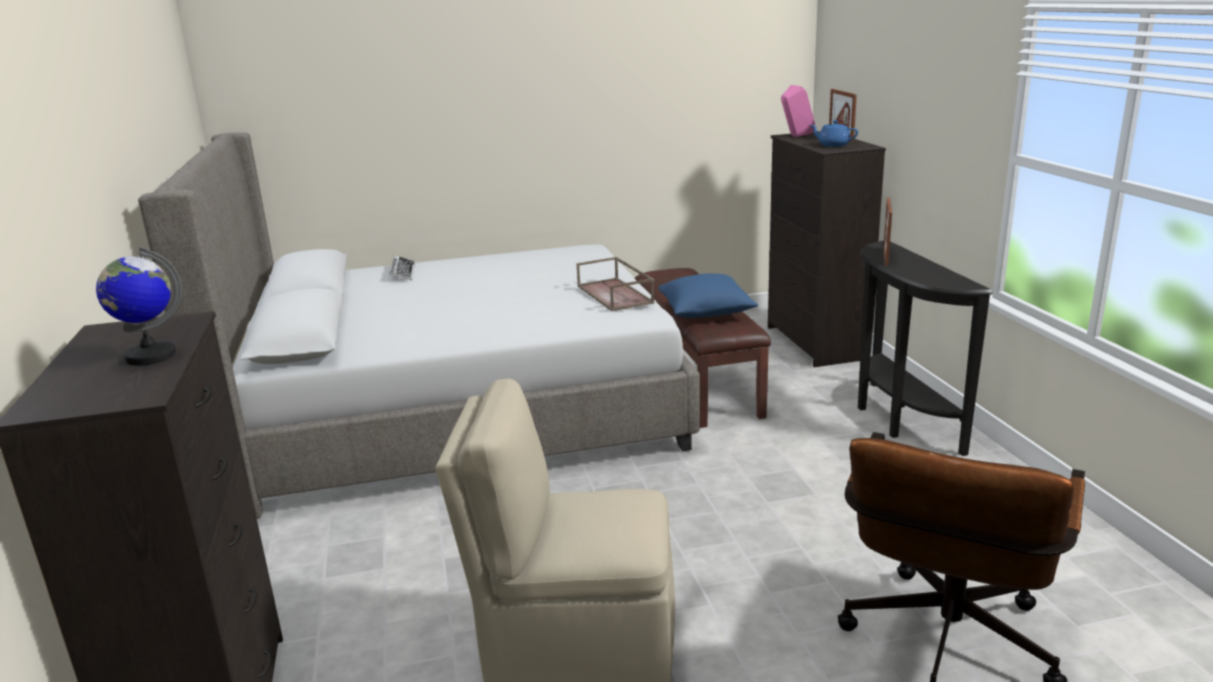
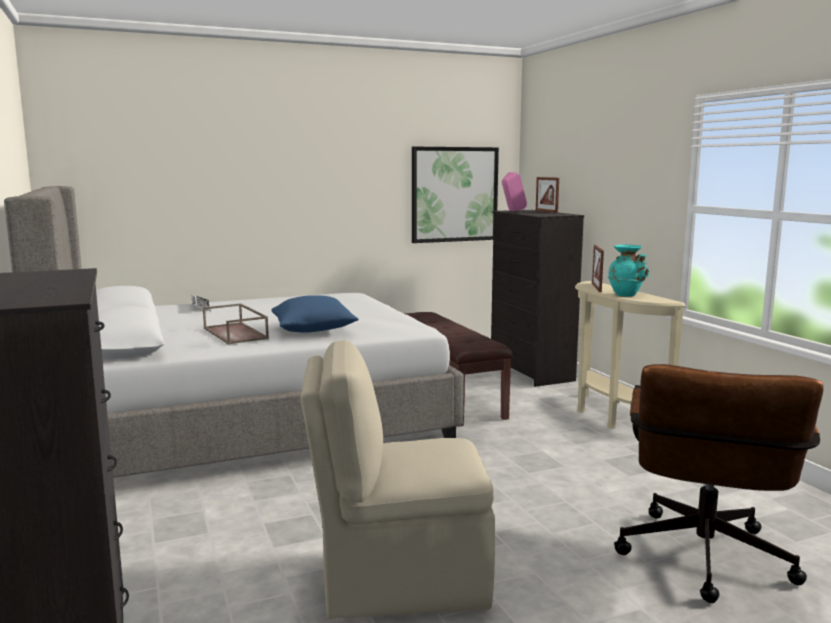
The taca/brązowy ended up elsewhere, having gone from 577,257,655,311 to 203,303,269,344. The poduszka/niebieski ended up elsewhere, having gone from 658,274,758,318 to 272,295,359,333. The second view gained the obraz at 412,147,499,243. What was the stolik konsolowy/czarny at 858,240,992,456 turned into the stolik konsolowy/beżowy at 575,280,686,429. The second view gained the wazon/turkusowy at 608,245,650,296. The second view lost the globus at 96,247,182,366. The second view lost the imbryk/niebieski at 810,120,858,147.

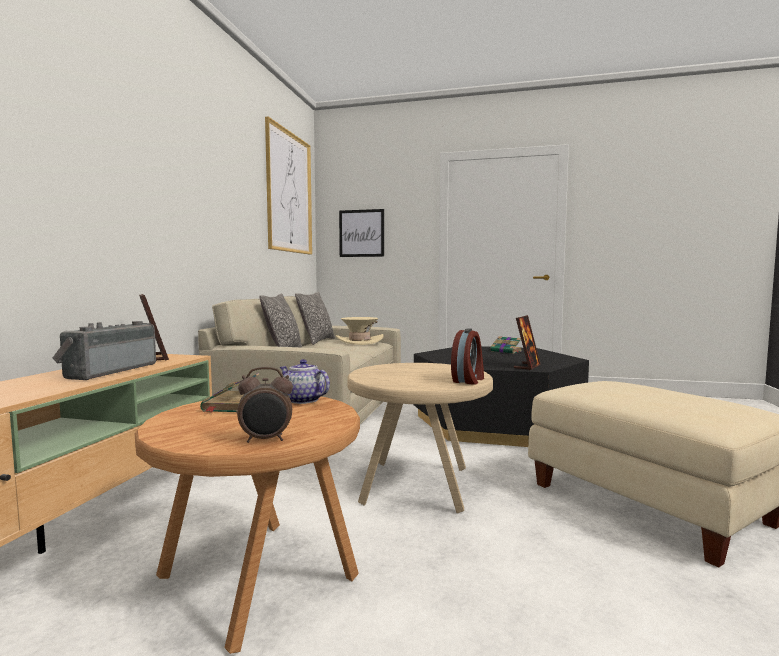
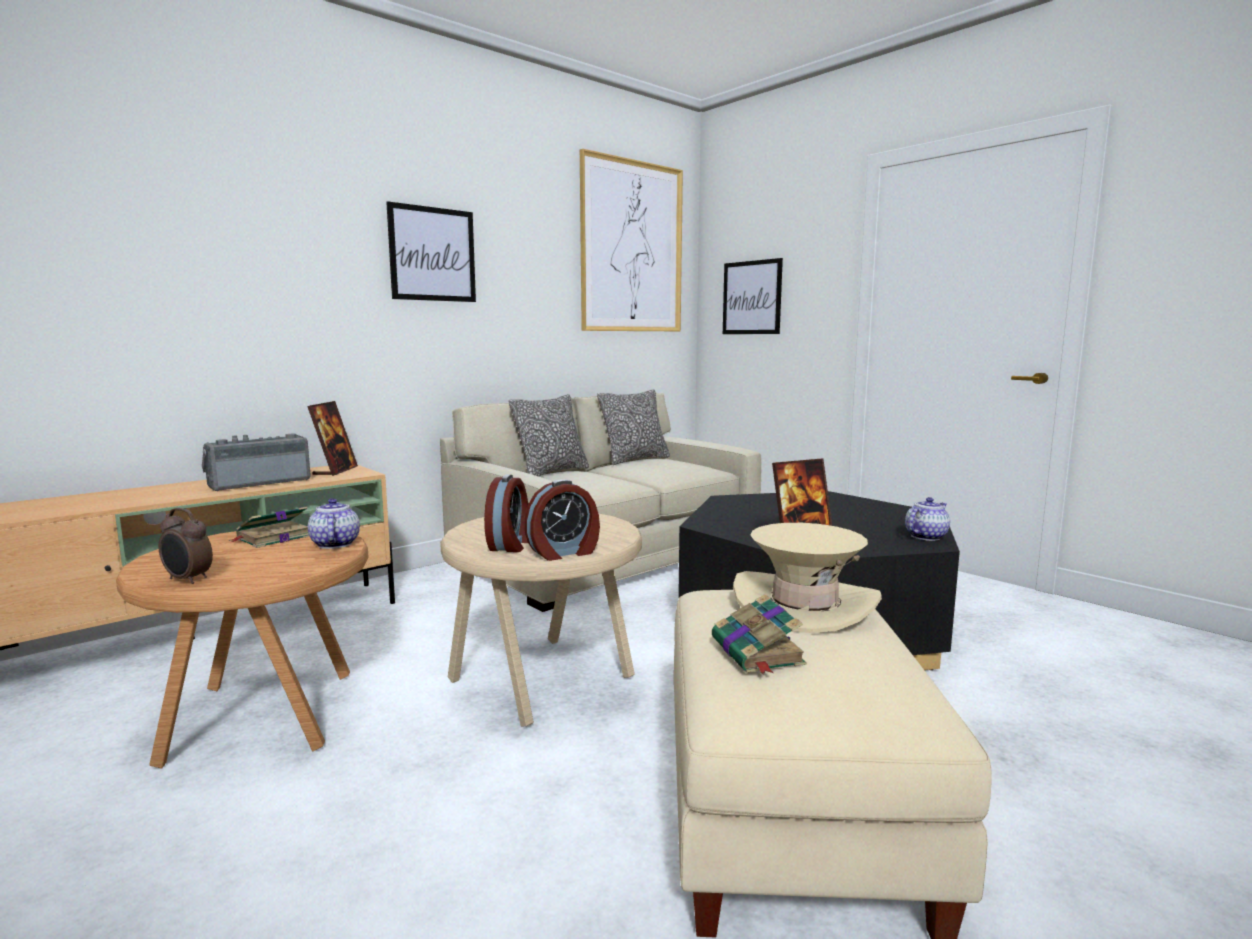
The second view gained the obraz at 386,201,476,302. The second view gained the budzik at 484,474,528,552. The książka ended up elsewhere, having gone from 490,336,522,354 to 712,594,806,674. The kapelusz/beżowy ended up elsewhere, having gone from 336,317,383,345 to 733,523,882,633. The second view gained the imbryk at 905,497,950,541.

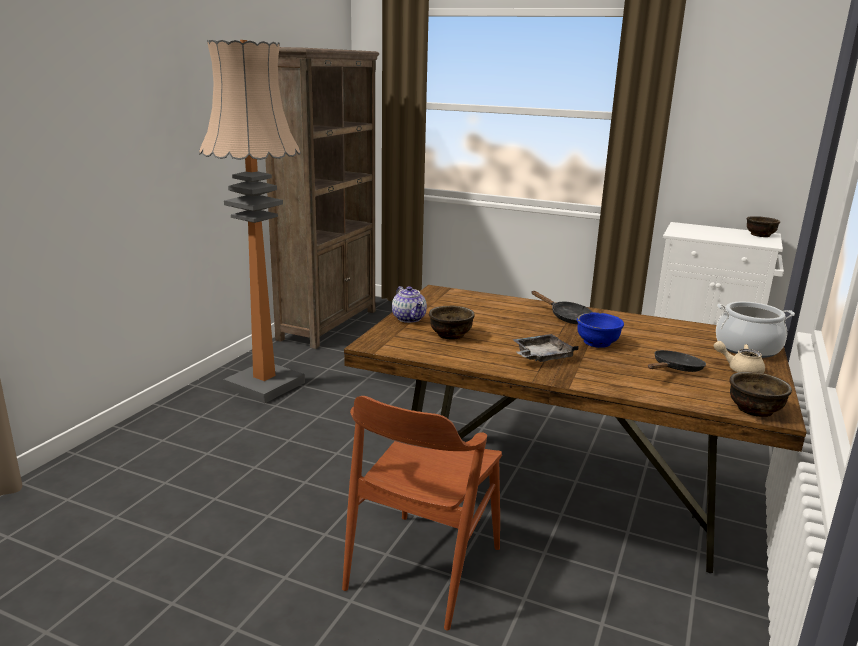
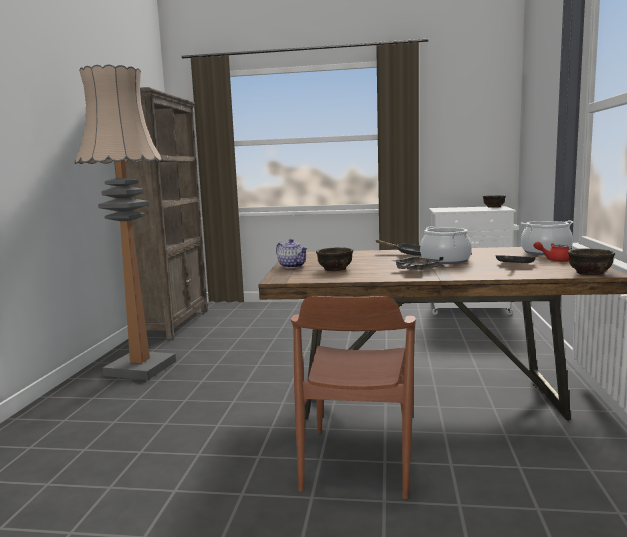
Where the miska/niebieski stood at 577,312,624,348, the garnek came to stand at 420,226,472,264. What was the imbryk/beżowy at 714,341,765,373 turned into the imbryk/czerwony at 533,241,570,262.

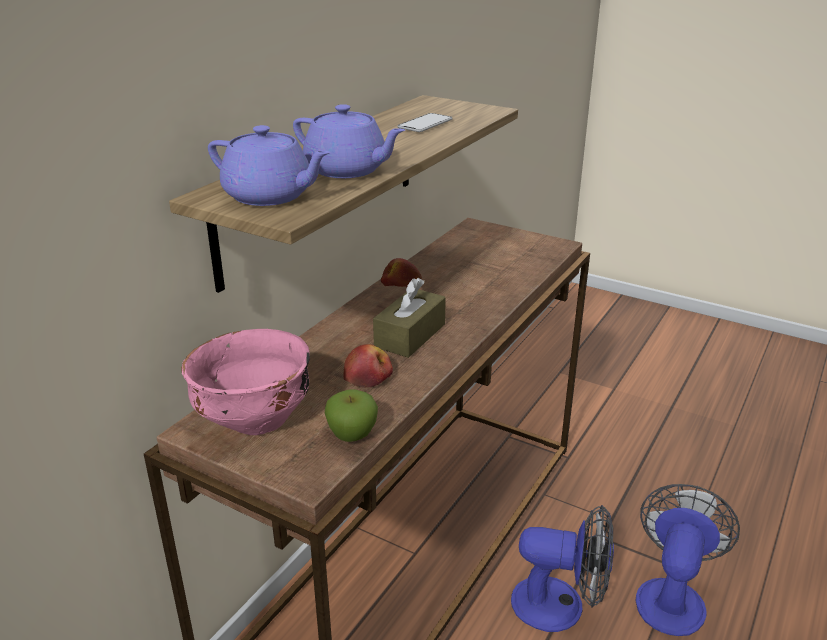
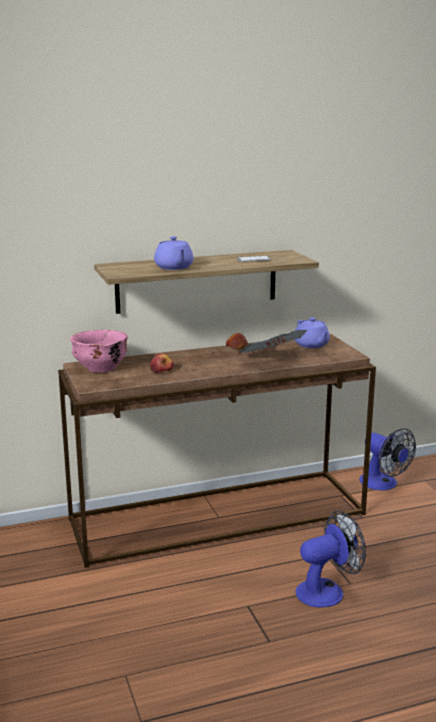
The second view gained the gazeta at 239,330,307,353. The imbryk/fioletowy ended up elsewhere, having gone from 208,125,331,206 to 295,317,330,348. The wentylator ended up elsewhere, having gone from 511,505,614,632 to 359,428,416,491. The second view lost the jabłko at 325,389,378,442. The second view lost the pudełko chusteczek/brązowy at 373,278,446,358.

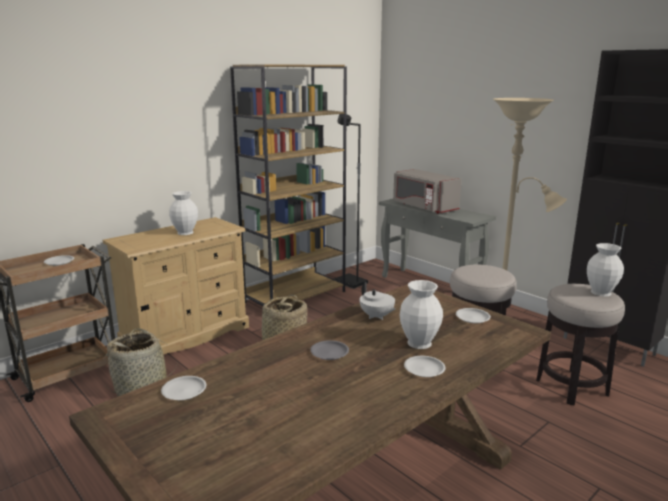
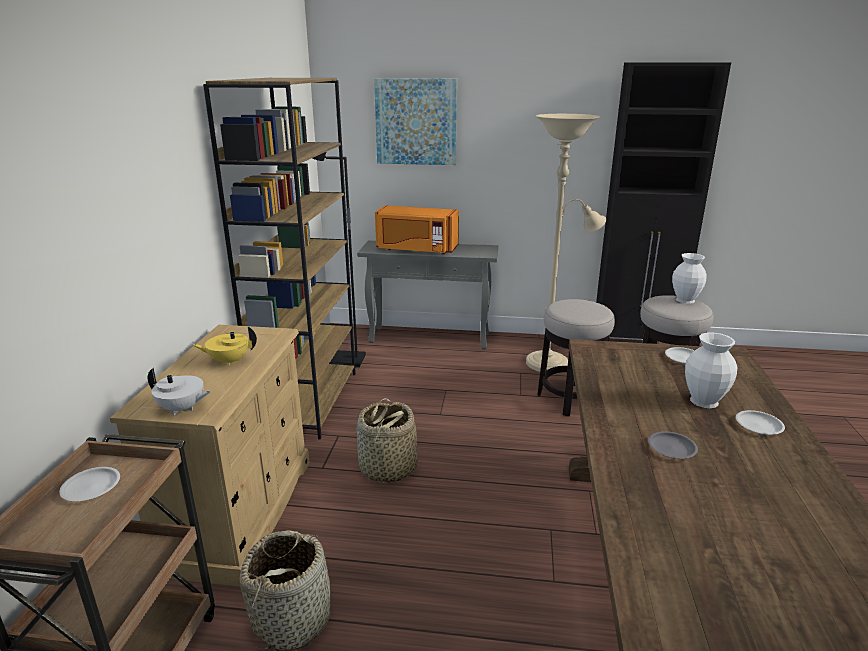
The imbryk/biały ended up elsewhere, having gone from 359,282,396,320 to 148,368,211,415. Where the wazon/biały stood at 169,191,198,235, the imbryk/żółty came to stand at 193,327,257,366. The second view gained the obraz at 374,78,457,165. What was the mikrofalówka/szary at 393,169,462,214 turned into the mikrofalówka/pomarańczowy at 375,205,459,254. The second view lost the talerz/biały at 161,376,206,400.

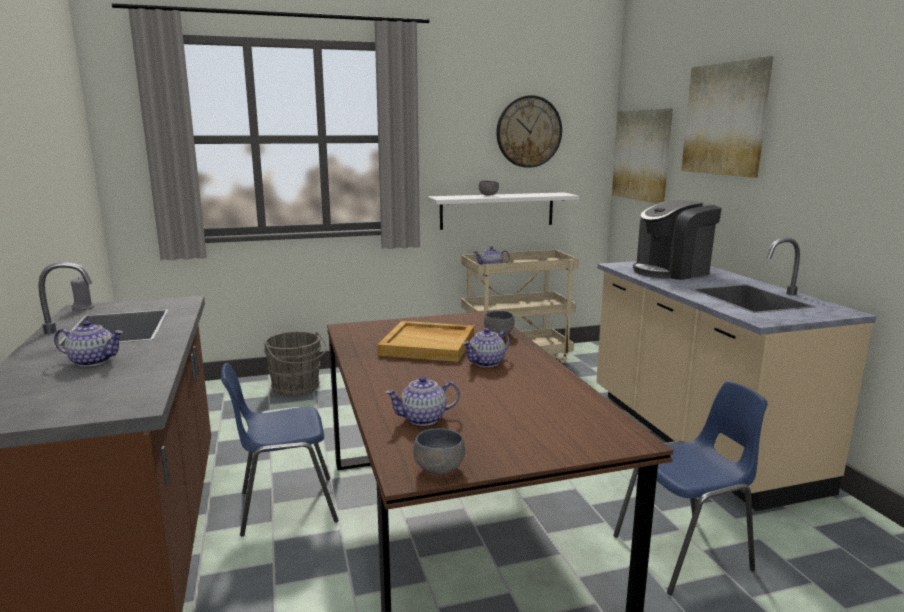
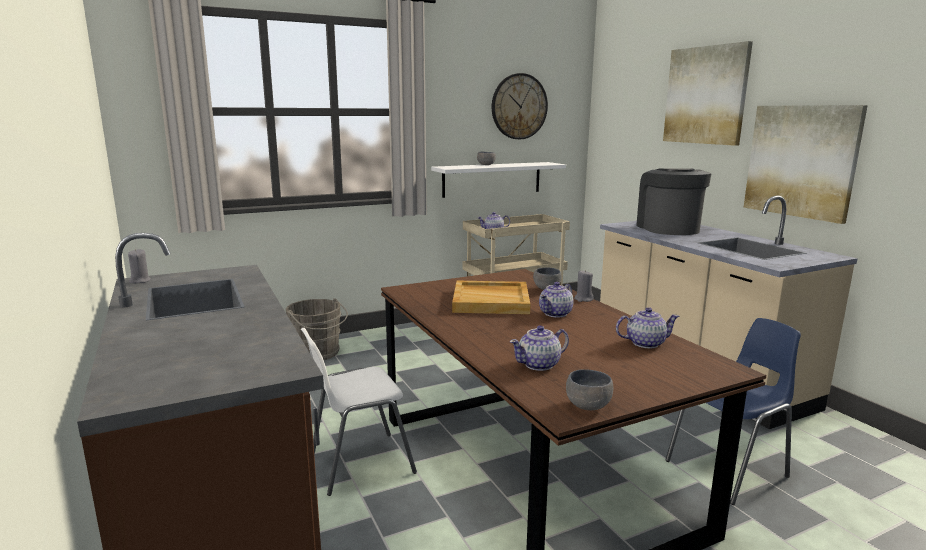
What was the krzesło/niebieski at 221,363,339,537 turned into the krzesło/biały at 301,328,417,496. The second view gained the świeca/szary at 574,270,594,302. The imbryk ended up elsewhere, having gone from 54,321,123,367 to 616,307,679,348. The ekspres do kawy at 633,200,722,280 ended up facing another way, 120 degrees clockwise from before. The obraz ended up elsewhere, having gone from 612,108,673,203 to 744,105,868,224.

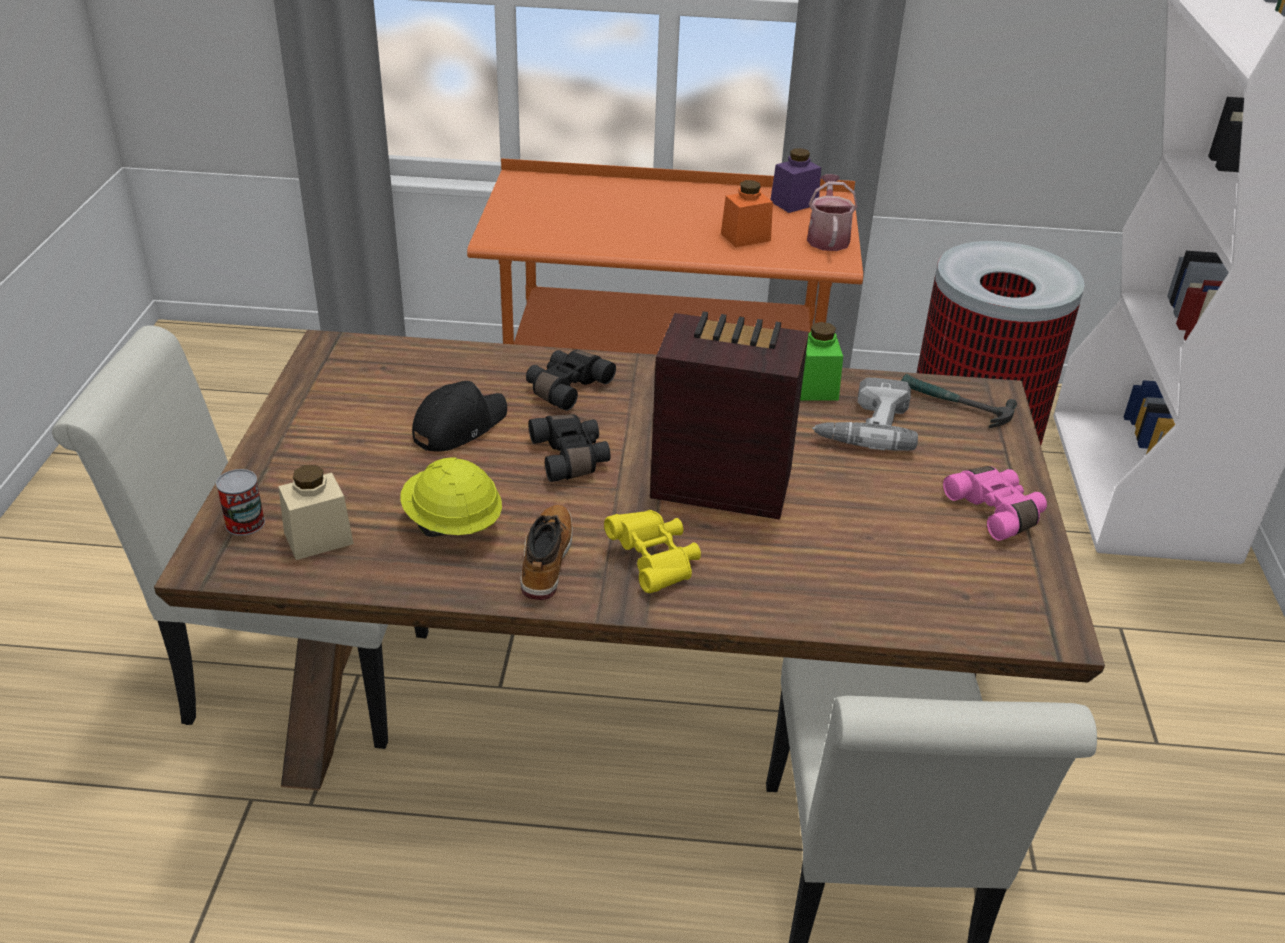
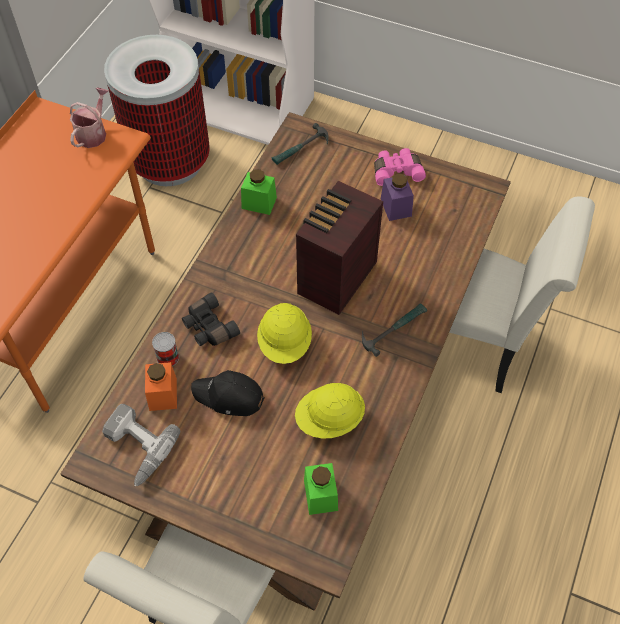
The konewka at 807,174,858,251 ended up facing another way, 90 degrees clockwise from before. The wiertarka ended up elsewhere, having gone from 812,378,918,451 to 102,404,180,487. The słoik/pomarańczowy ended up elsewhere, having gone from 721,180,773,247 to 145,362,177,411. The puszka ended up elsewhere, having gone from 216,469,265,536 to 152,332,179,366. The czapka z daszkiem/czarny at 412,381,507,451 ended up facing another way, 45 degrees counterclockwise from before. Where the lornetka/czarny stood at 529,414,611,482, the kask/żółty came to stand at 257,303,312,364. What was the słoik/beżowy at 278,465,354,560 turned into the słoik/zielony at 304,463,338,515. Where the lornetka/żółty stood at 604,510,701,593, the młotek came to stand at 362,303,427,357. The słoik/fioletowy ended up elsewhere, having gone from 770,148,821,213 to 381,174,414,221. The second view lost the but z cholewką at 520,505,573,600.

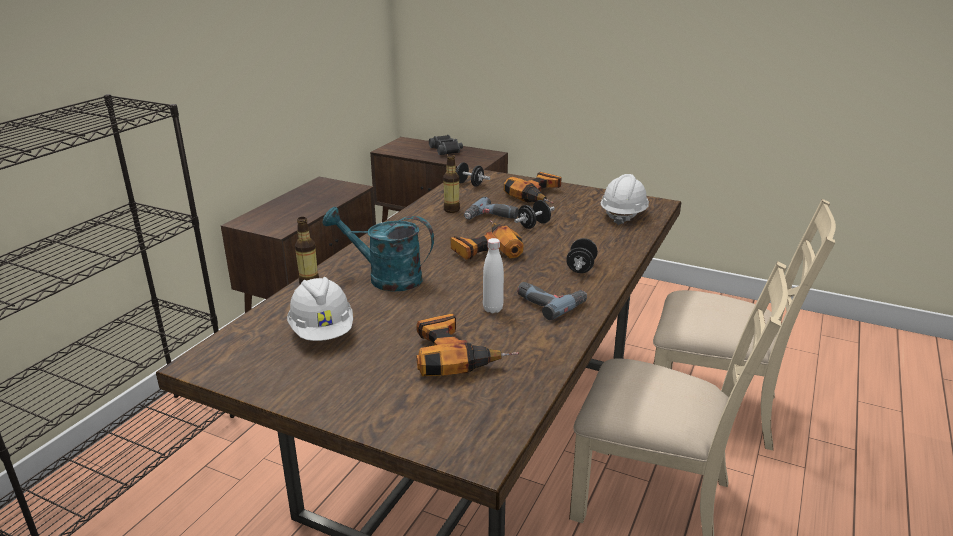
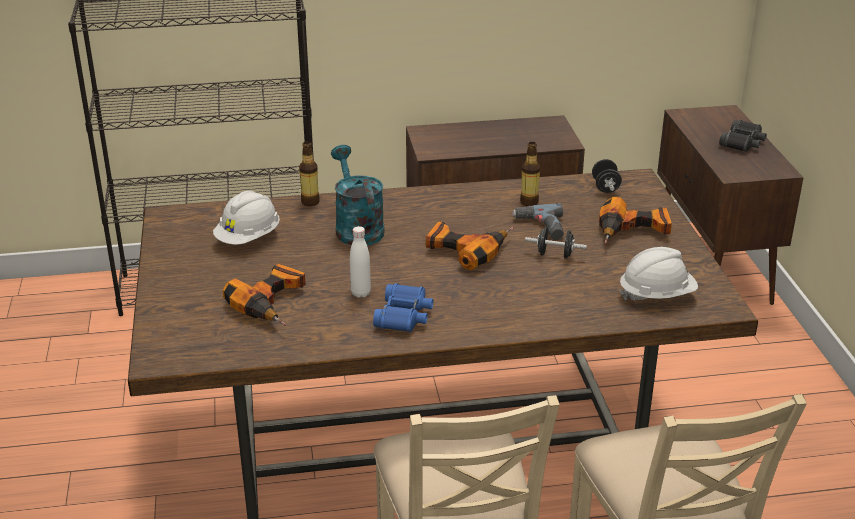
Where the wiertarka stood at 517,282,587,320, the lornetka/niebieski came to stand at 373,283,433,332. The second view lost the hantel/czarny at 566,238,598,273.

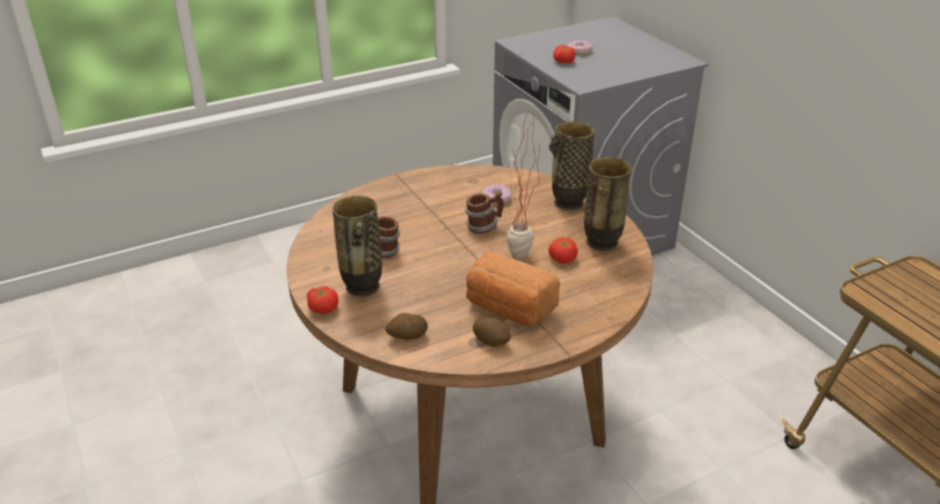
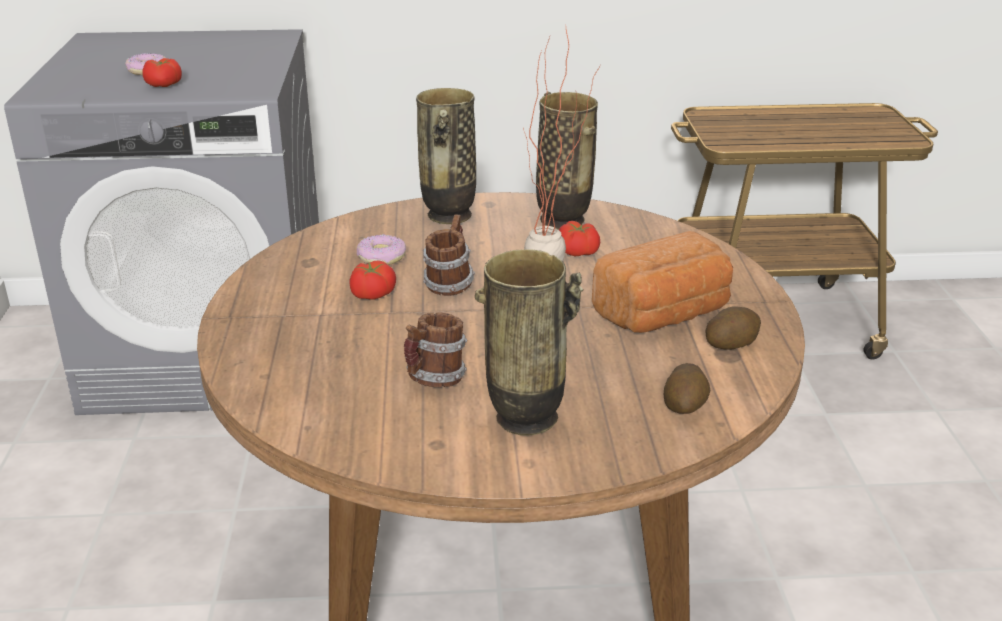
The pomidor ended up elsewhere, having gone from 307,286,339,314 to 350,261,396,300.

